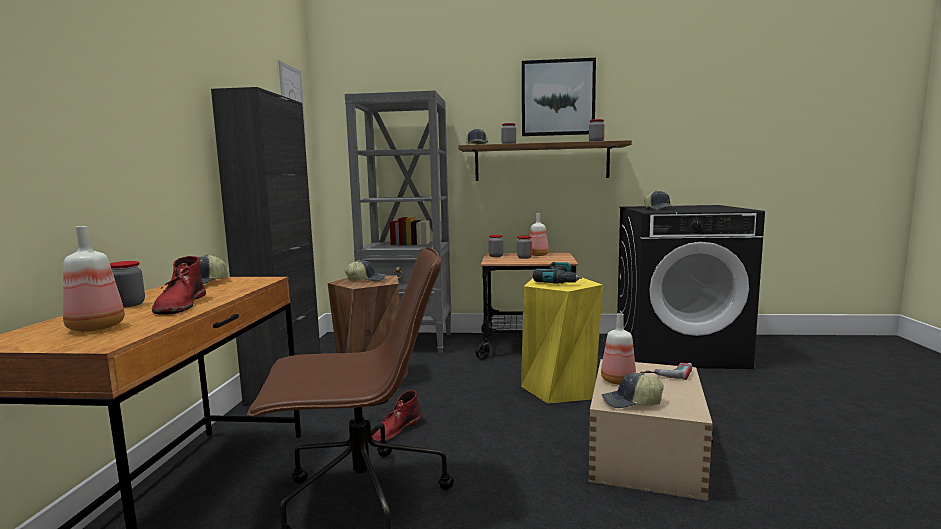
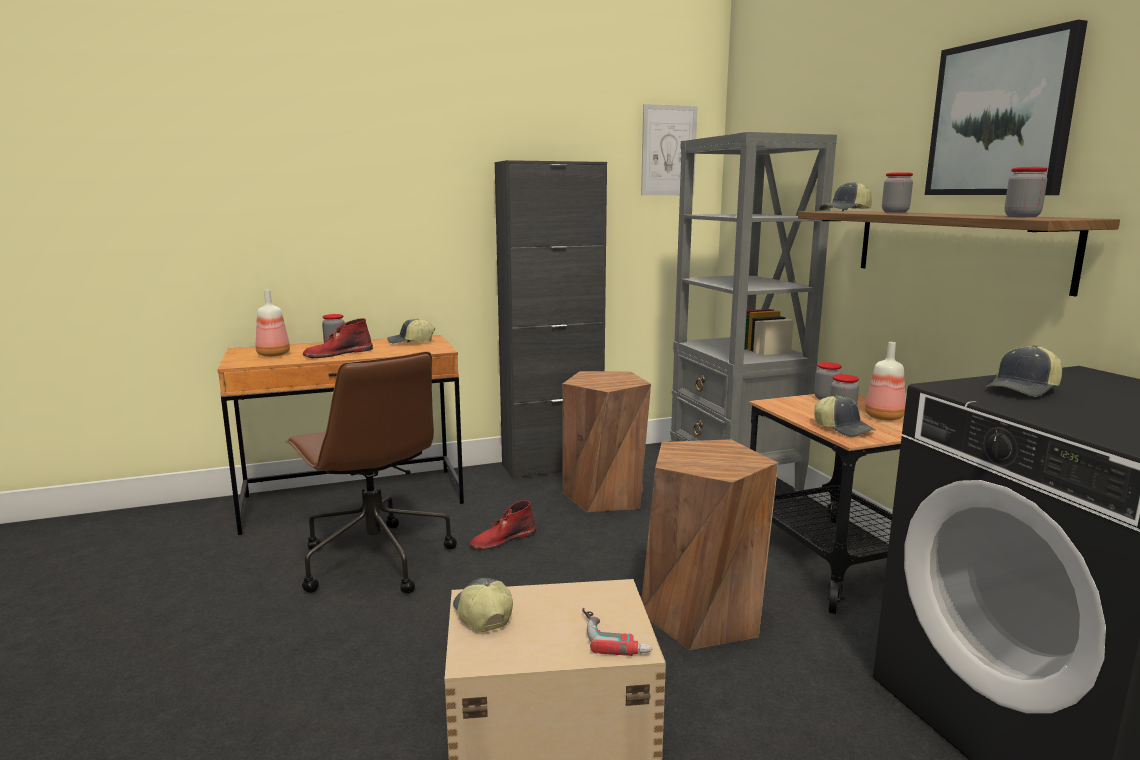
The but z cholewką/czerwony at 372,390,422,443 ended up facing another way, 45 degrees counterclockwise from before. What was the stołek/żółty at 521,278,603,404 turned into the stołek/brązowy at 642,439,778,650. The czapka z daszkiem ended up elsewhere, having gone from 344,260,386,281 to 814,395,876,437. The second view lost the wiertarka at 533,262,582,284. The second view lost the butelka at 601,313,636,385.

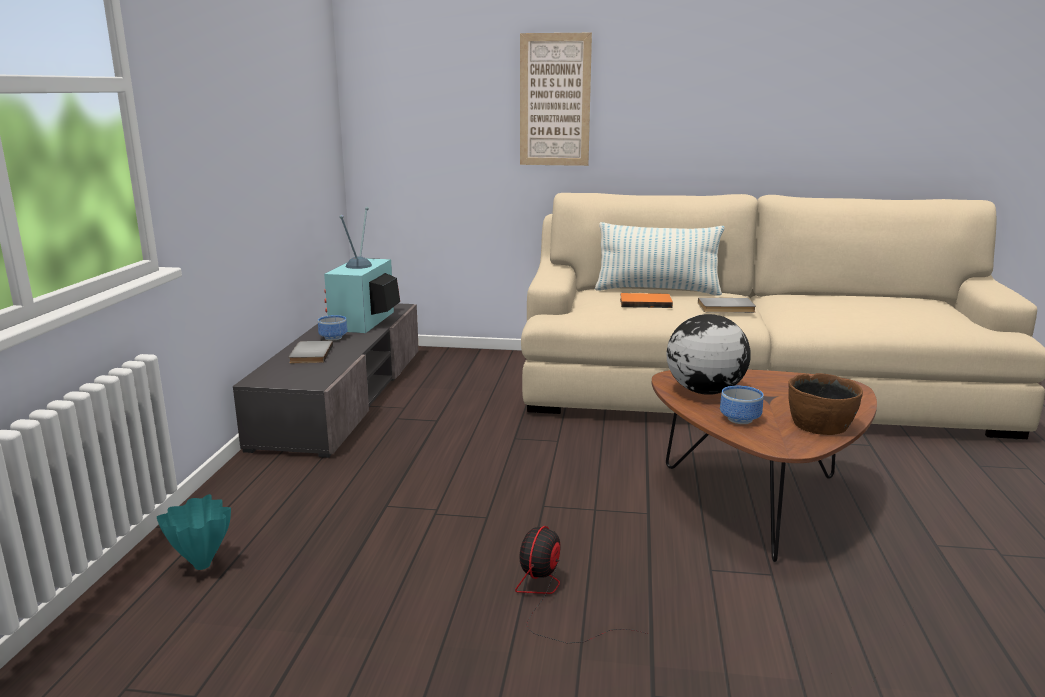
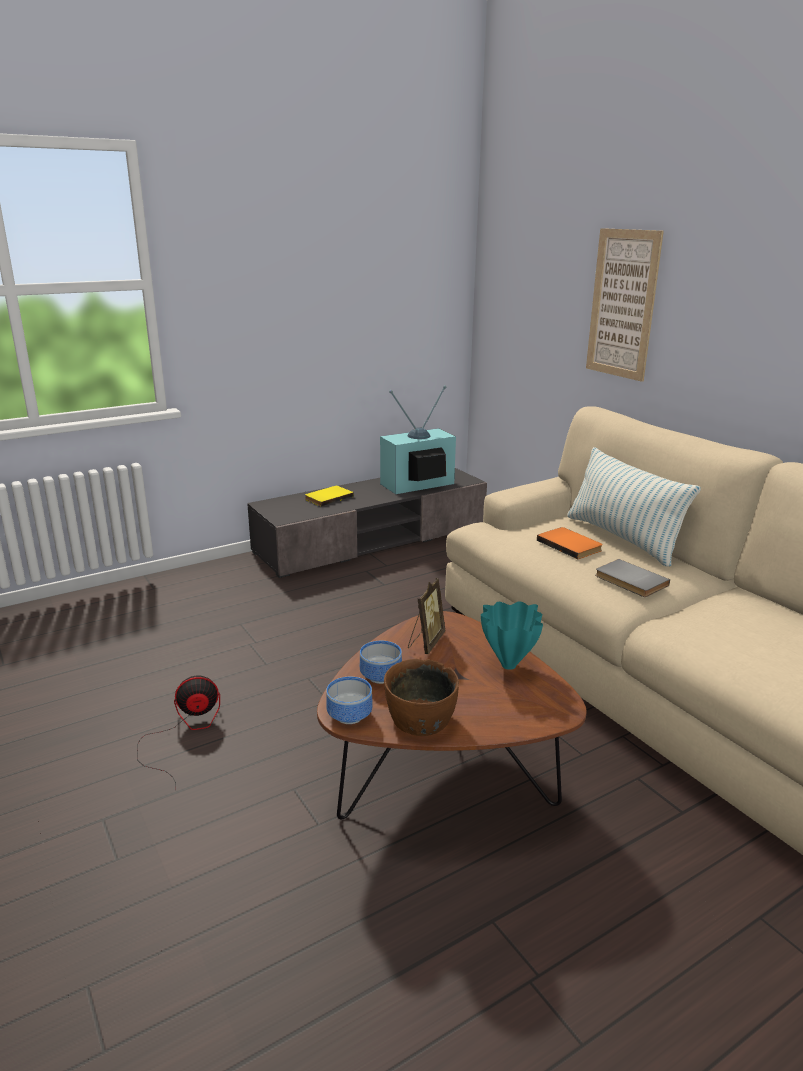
What was the książka/szary at 289,341,333,363 turned into the książka/żółty at 305,486,354,507. The miska ended up elsewhere, having gone from 318,315,347,341 to 326,677,373,724. Where the globus stood at 666,314,751,395, the ramka na zdjęcie came to stand at 408,578,445,654. The wazon/turkusowy ended up elsewhere, having gone from 157,494,231,570 to 481,601,543,670.

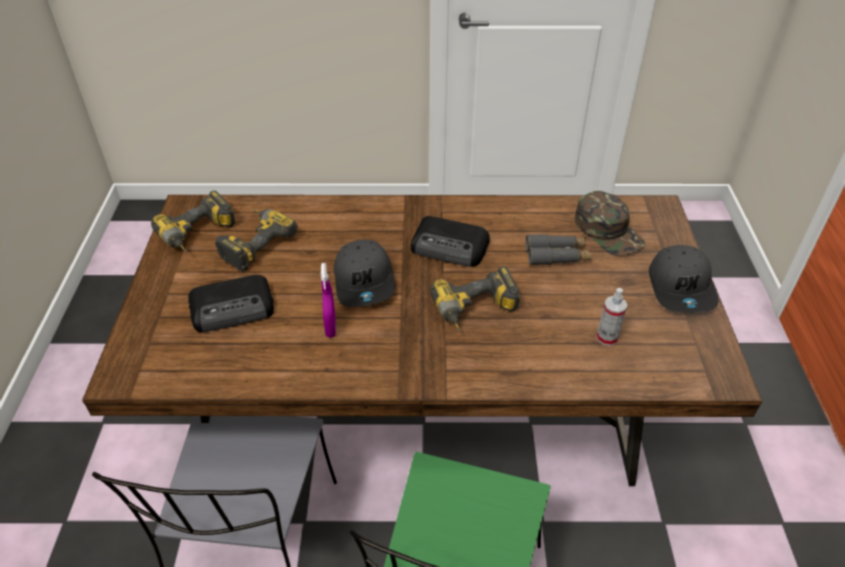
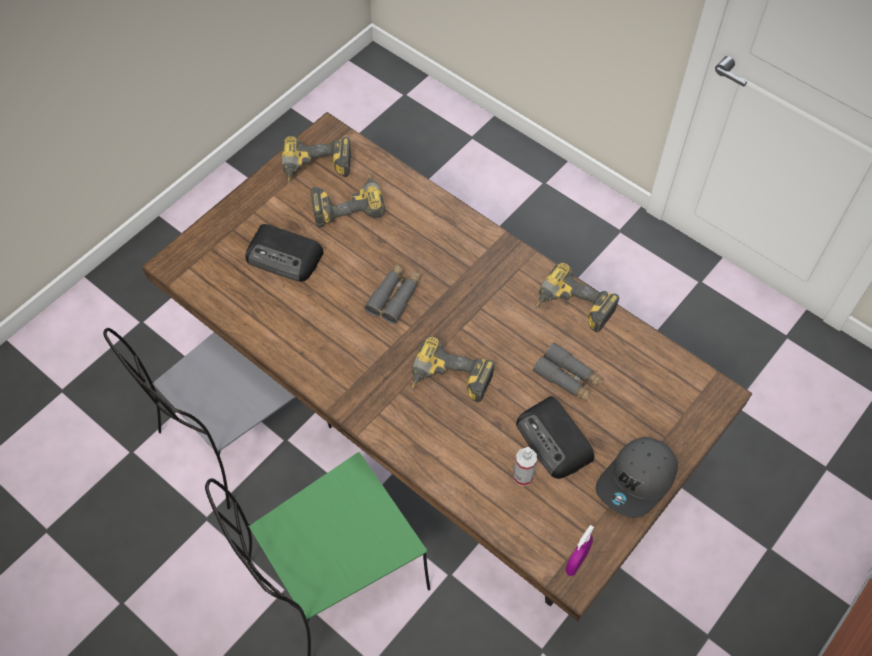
Where the czapka z daszkiem/szary stood at 334,240,395,307, the lornetka/szary came to stand at 364,264,421,324. The radio ended up elsewhere, having gone from 411,216,490,267 to 516,396,594,479. The second view gained the wiertarka at 534,262,619,332. The spryskiwacz/fioletowy ended up elsewhere, having gone from 321,263,336,337 to 565,525,594,576. The second view lost the czapka z daszkiem/zielony at 575,191,646,256.

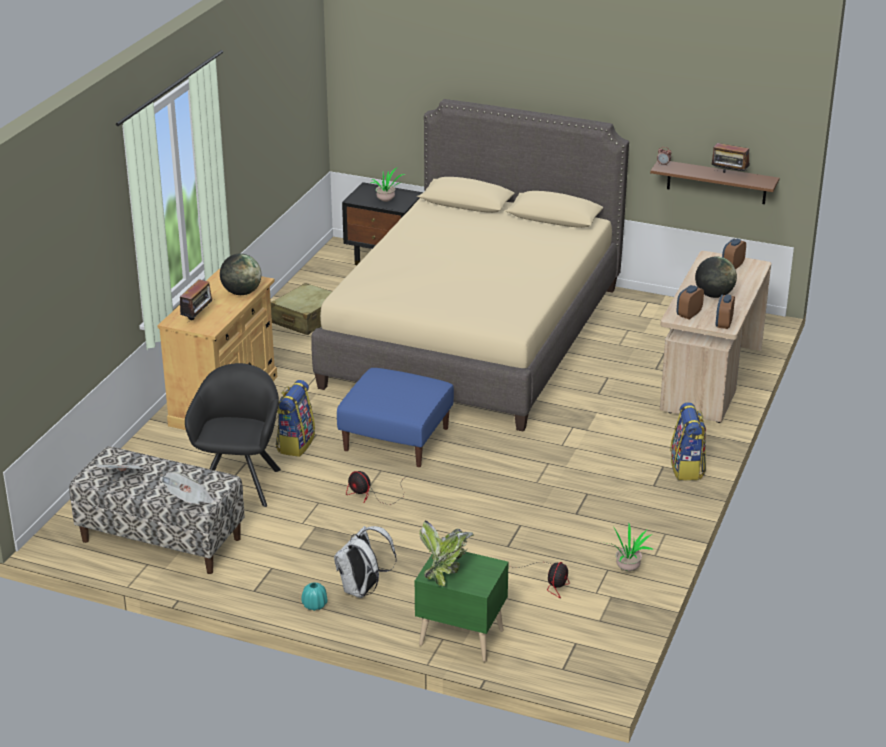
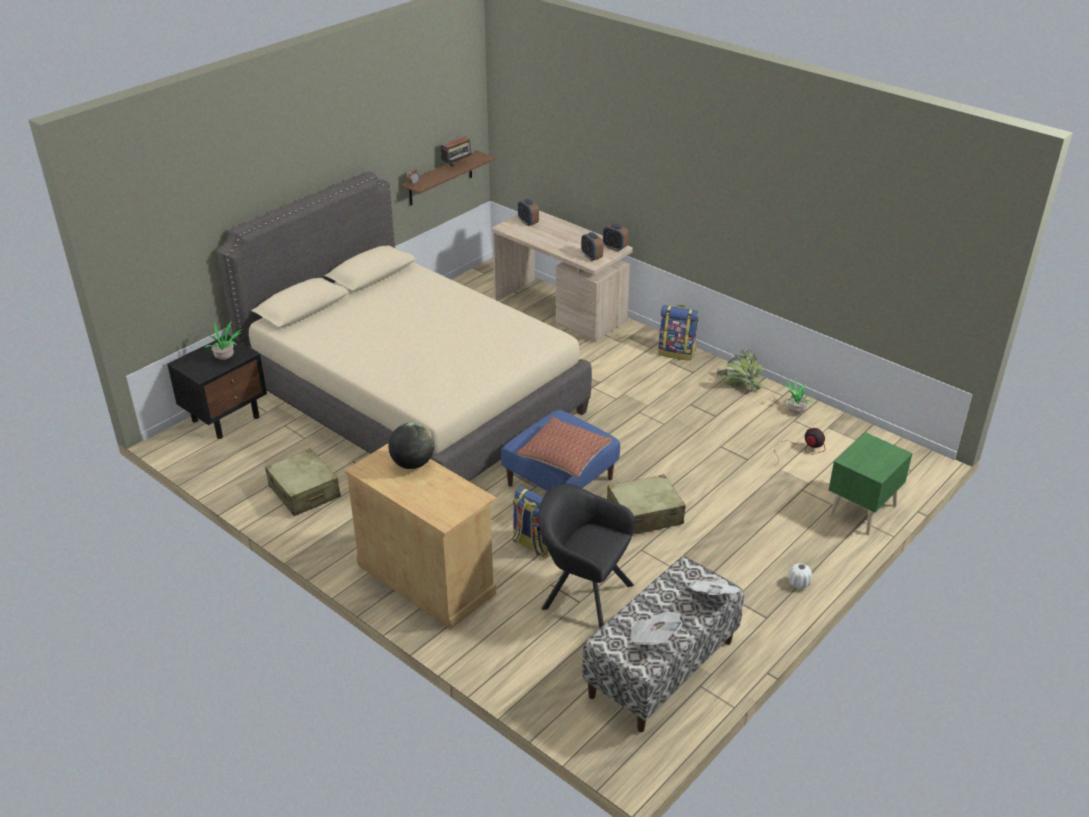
The second view gained the poduszka at 516,417,612,478. Where the wentylator stood at 346,471,406,505, the walizka/beżowy came to stand at 607,474,686,534. The roślina doniczkowa ended up elsewhere, having gone from 419,521,474,586 to 717,349,763,392. What was the wazon/turkusowy at 301,582,328,611 turned into the wazon/biały at 788,563,812,589. The second view lost the radio at 180,279,215,323. The second view lost the plecak/biały at 334,526,397,598. The second view lost the globus at 695,256,737,298.

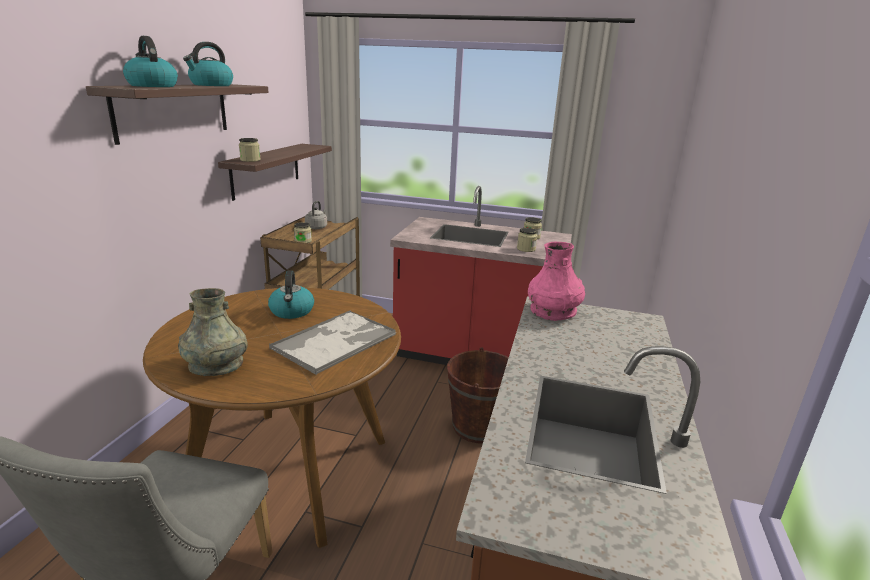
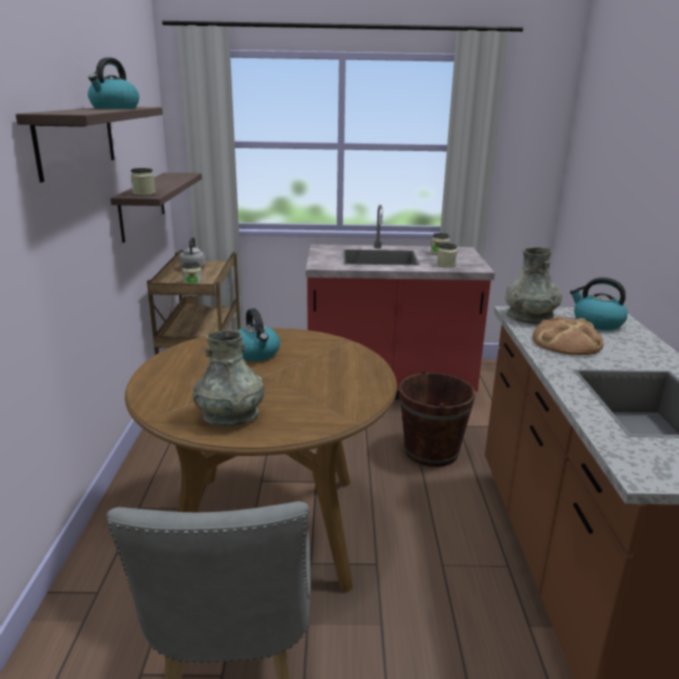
What was the wazon/różowy at 528,242,585,321 turned into the wazon/szary at 505,247,562,324. The second view gained the chleb at 533,316,604,355. The czajnik ended up elsewhere, having gone from 123,36,178,87 to 570,277,628,330. The second view lost the taca at 269,310,396,375.

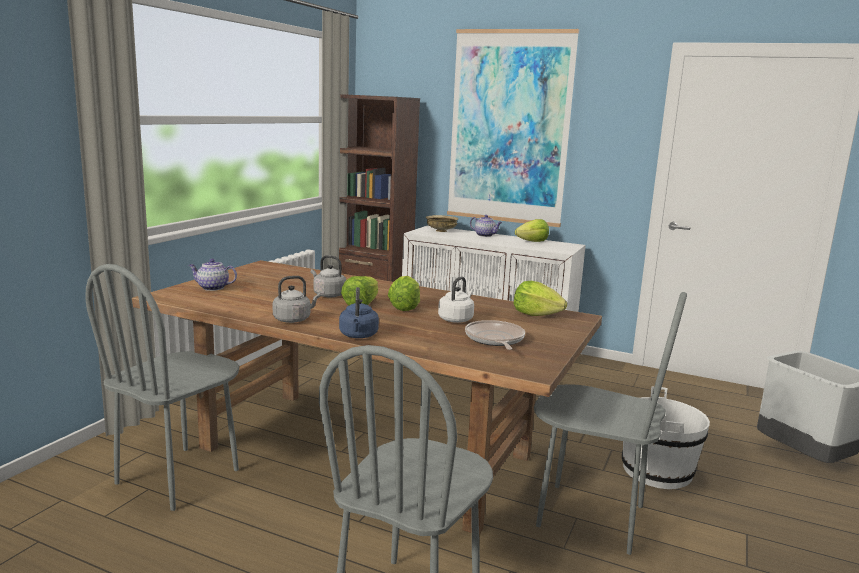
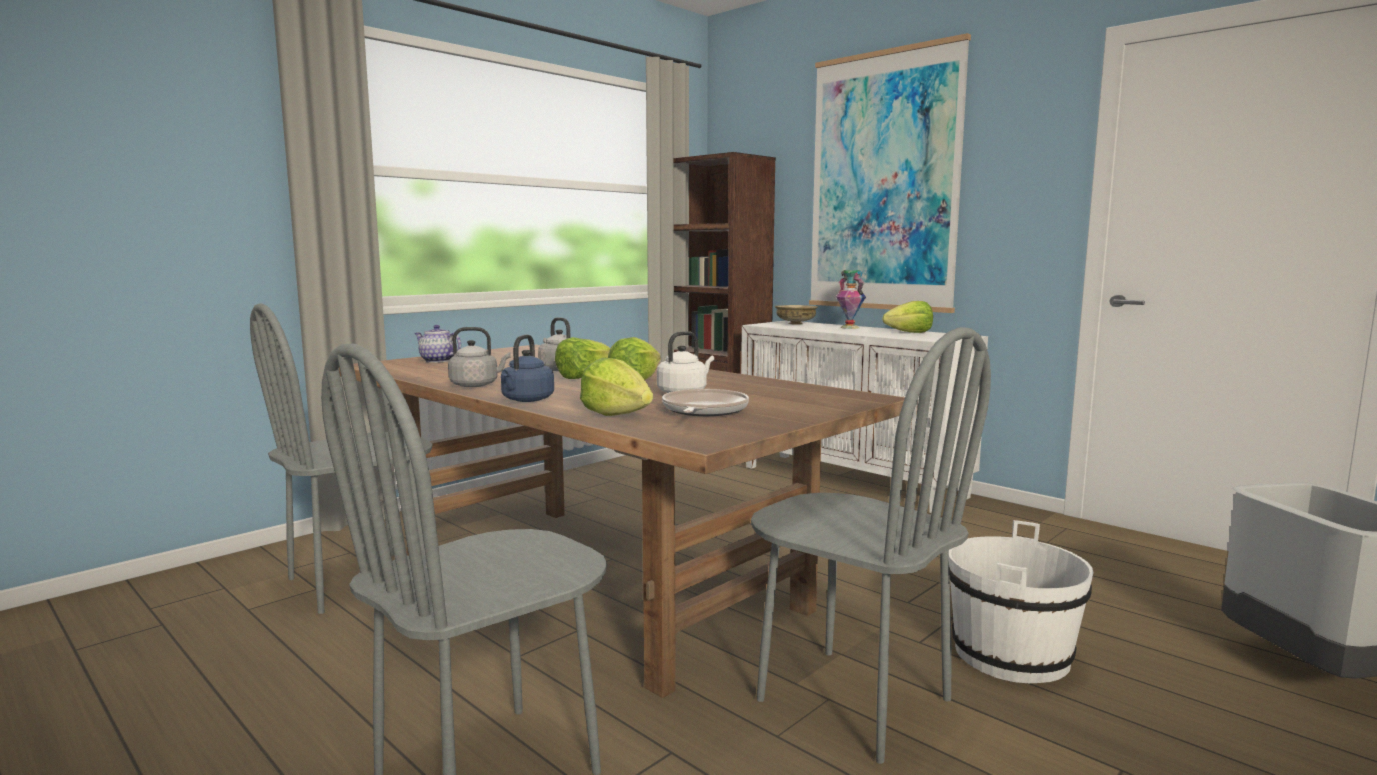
The sałata ended up elsewhere, having gone from 514,281,567,316 to 580,358,653,416. Where the imbryk stood at 470,215,502,237, the wazon came to stand at 836,270,866,329.

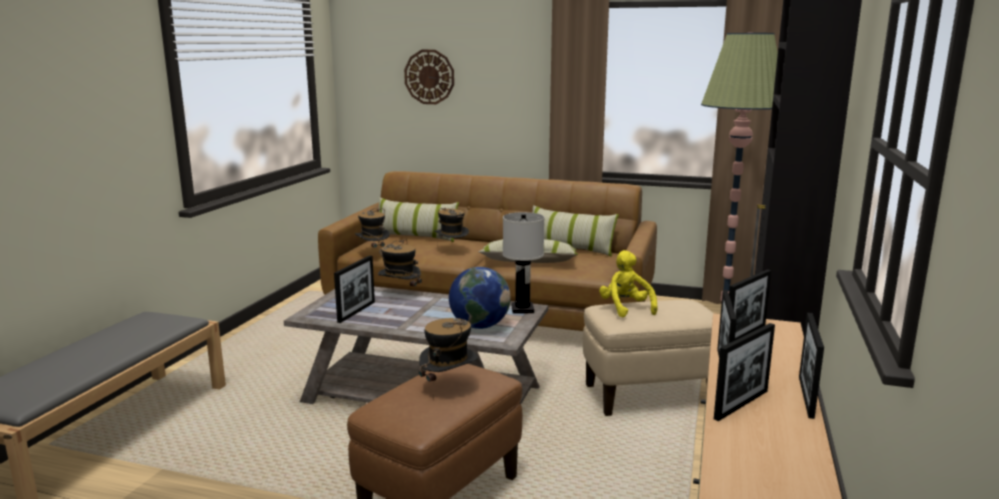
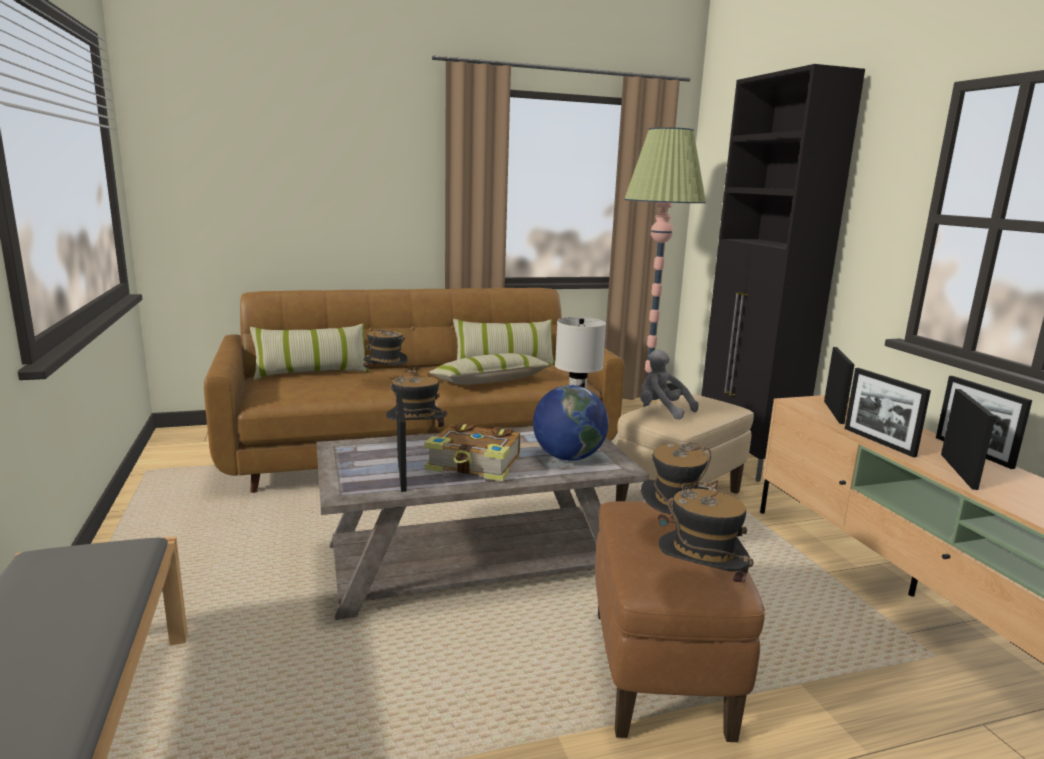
The second view gained the książka at 425,422,520,481. What was the pluszak/żółty at 599,250,658,317 turned into the pluszak/szary at 640,349,699,420. The kapelusz ended up elsewhere, having gone from 355,208,390,248 to 658,480,754,591. The second view lost the zegar ścienny at 404,50,454,104.

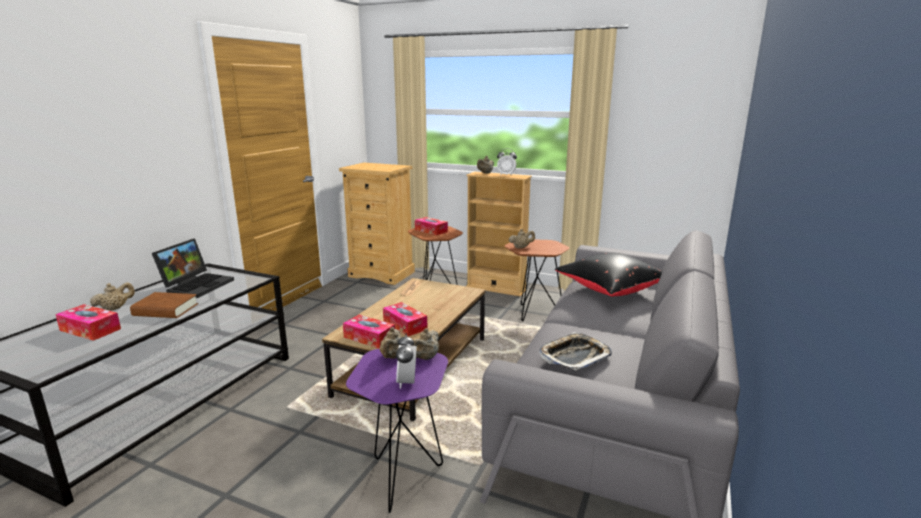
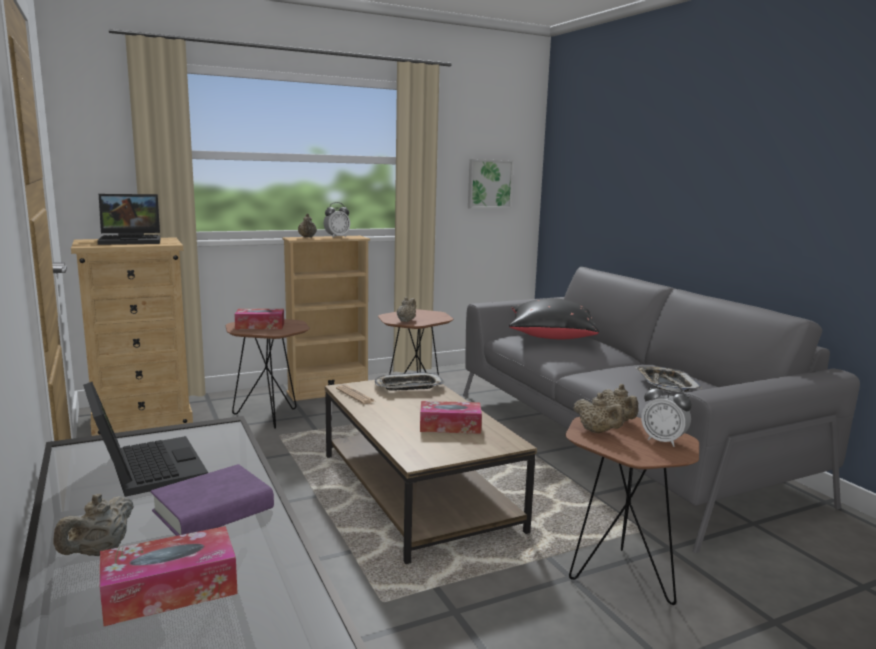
The imbryk/beżowy at 90,282,135,311 ended up facing another way, 150 degrees counterclockwise from before. The second view gained the laptop at 97,194,160,245. What was the książka/brązowy at 130,292,198,318 turned into the książka/fioletowy at 151,464,274,536. The second view gained the taca at 375,372,445,391. The second view gained the obraz at 468,159,514,209. What was the stolik/fioletowy at 346,345,448,513 turned into the stolik/brązowy at 565,417,699,605. The second view lost the pudełko chusteczek at 343,315,395,349.

